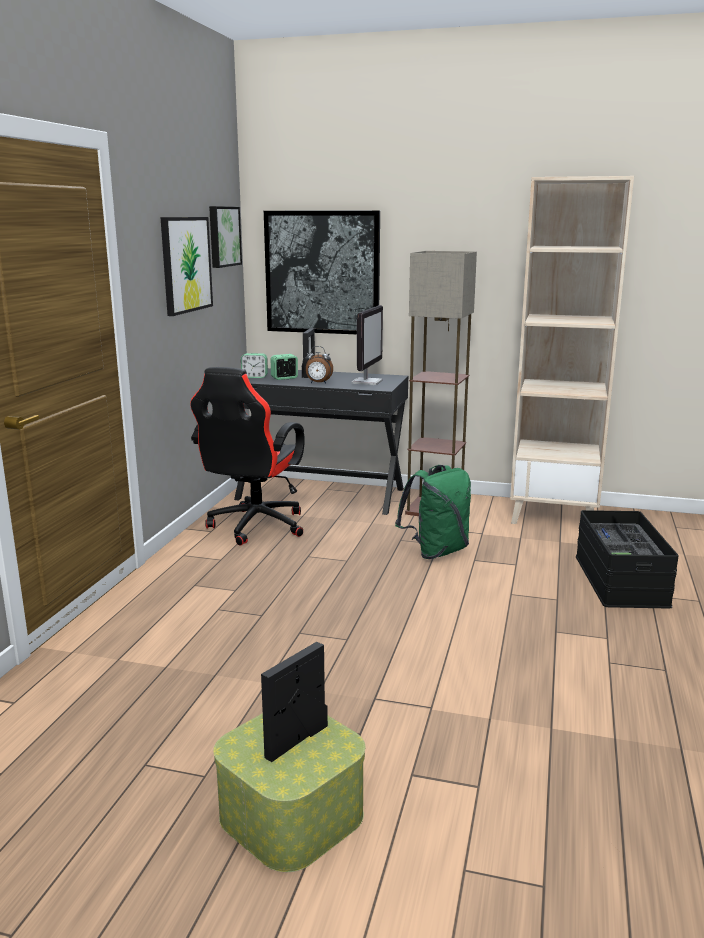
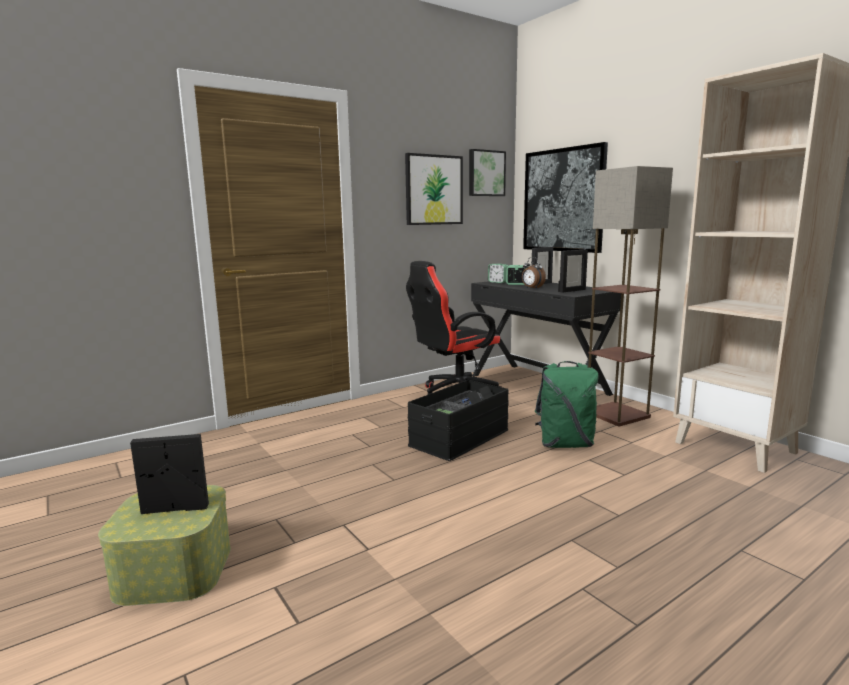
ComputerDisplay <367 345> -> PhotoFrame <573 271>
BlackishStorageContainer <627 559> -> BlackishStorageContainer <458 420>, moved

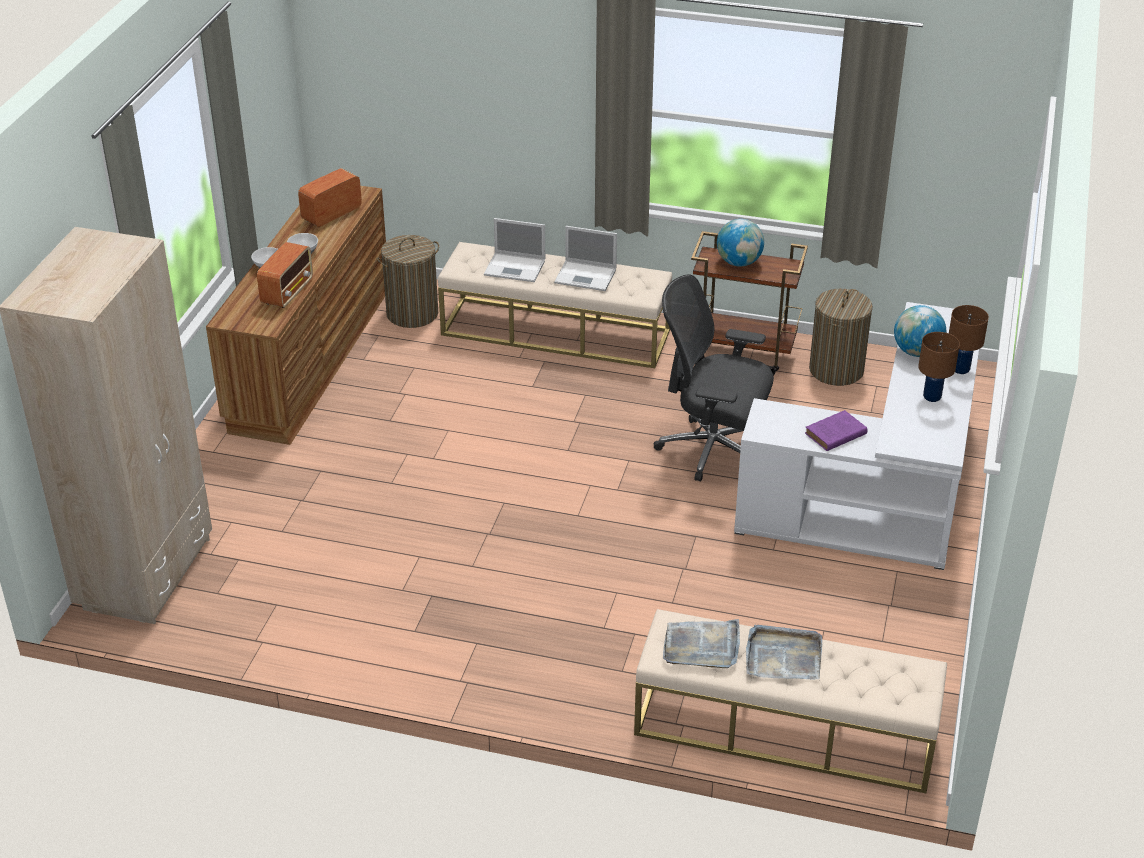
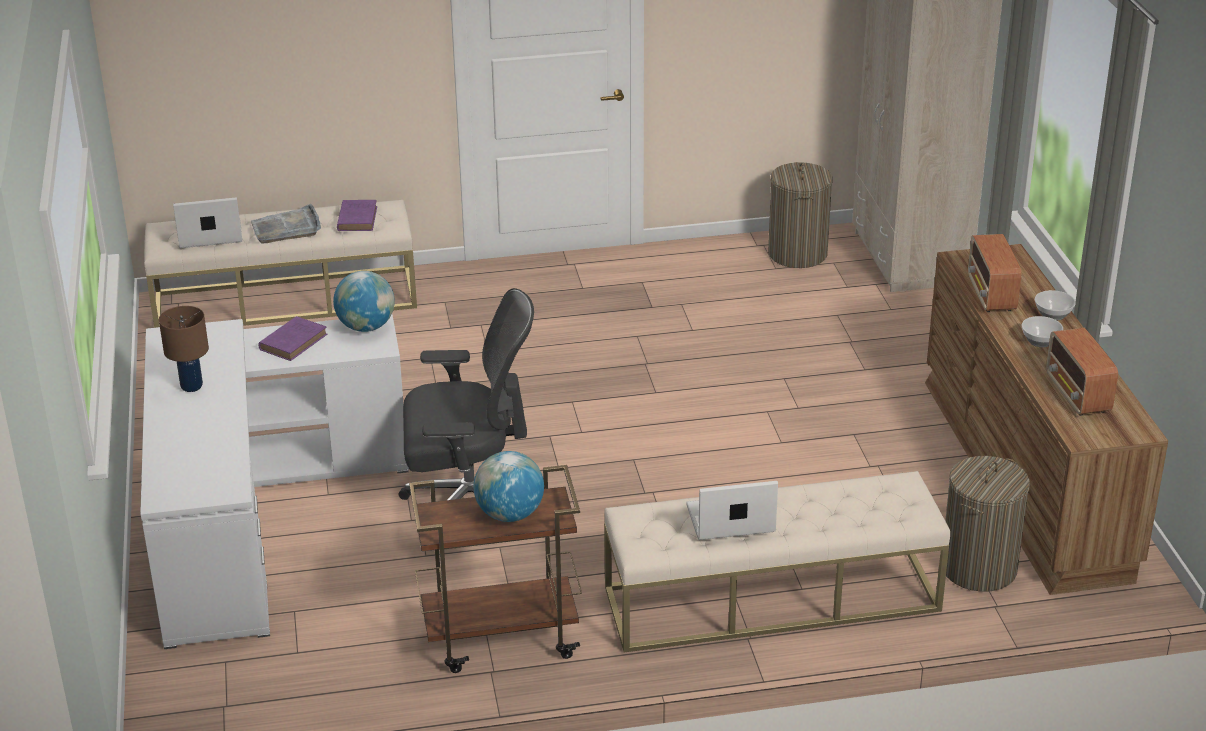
Radio <330 197> -> Radio <1082 372>, 150 degrees clockwise
Laptop <514 250> -> Laptop <207 222>, moved
GrayServingTray <701 643> -> PurplishBook <357 215>
Hamper <841 337> -> Hamper <800 215>, moved
DeskGlobe <920 331> -> DeskGlobe <364 301>, moved
BrownTableLamp <969 339> -> none

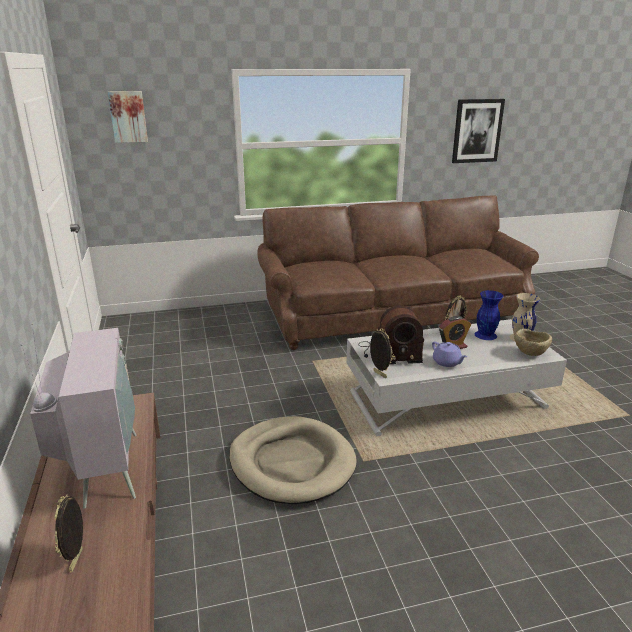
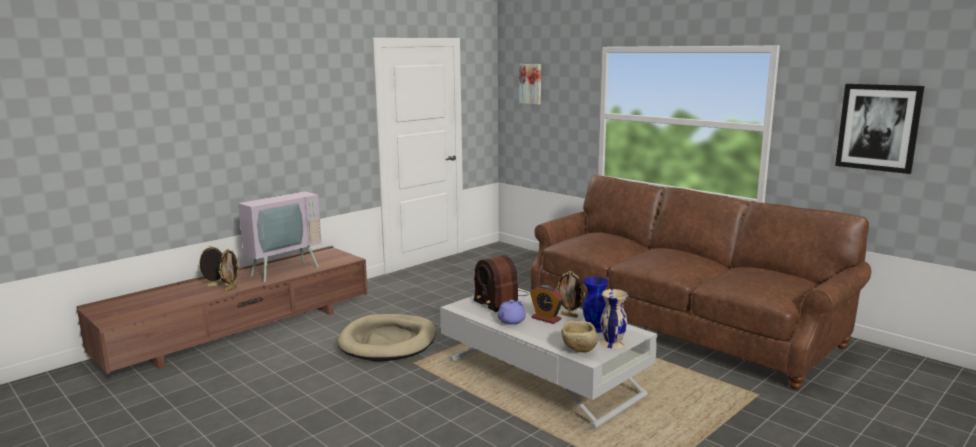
PhotoFrame <382 353> -> PhotoFrame <229 270>, moved

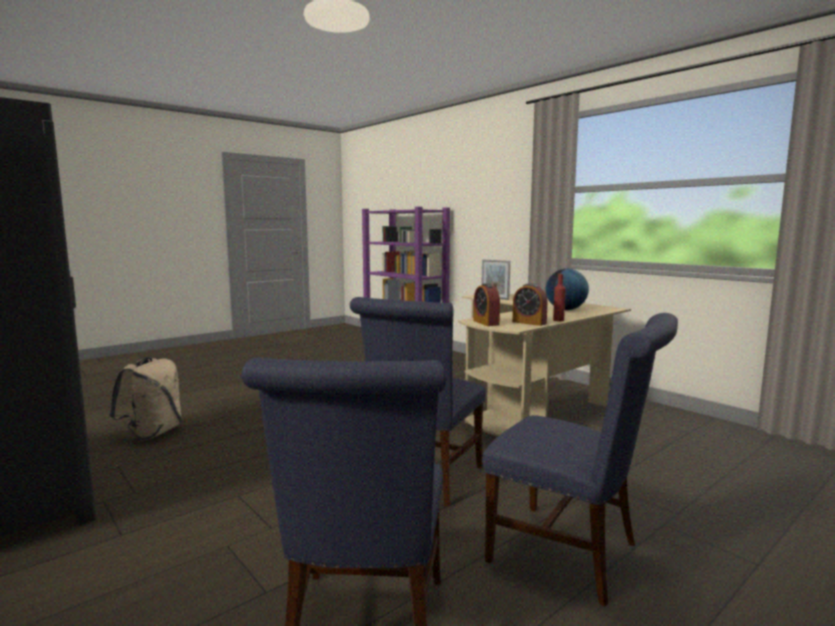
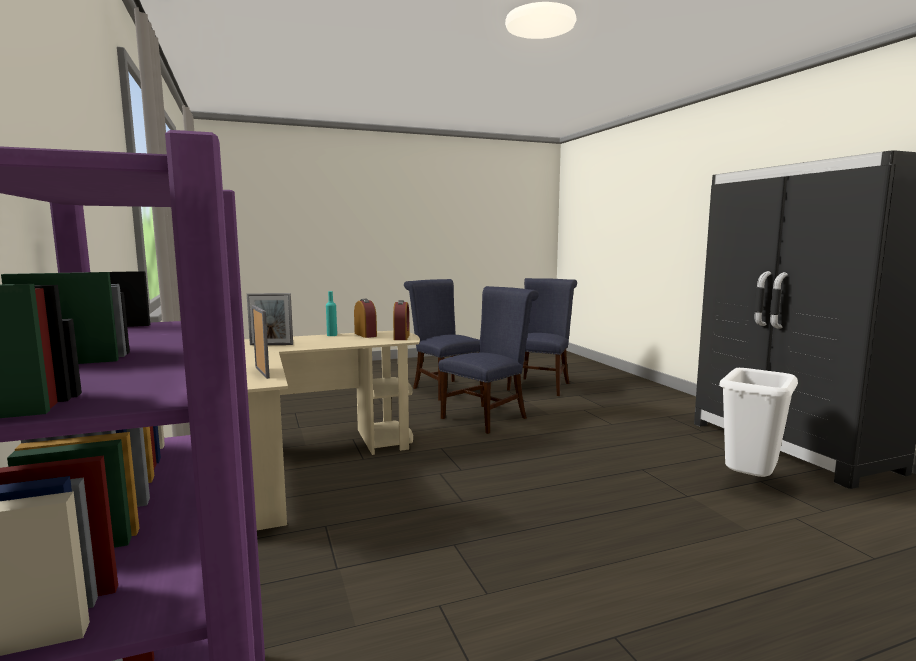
BeigeRucksack <145 398> -> WhiteWasteBin <758 422>
DeskGlobe <567 289> -> PhotoFrame <270 319>
ReddishBeverageBottle <559 297> -> TurquoiseColouredBeverageBottle <331 313>

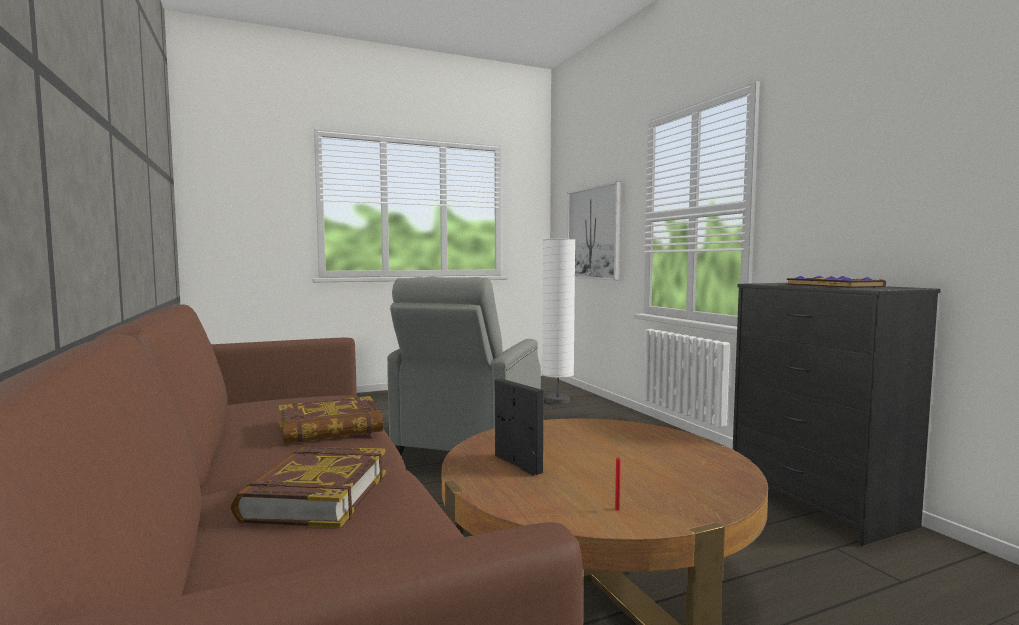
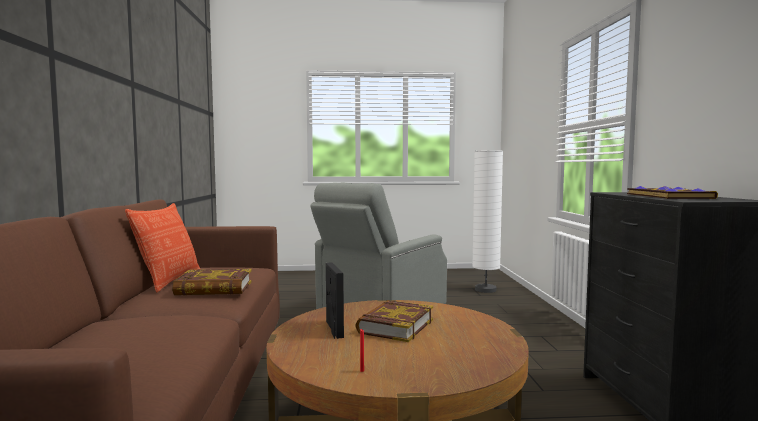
Book <308 487> -> Book <394 321>, moved
WallArt <594 230> -> none
none -> OrangePillow <162 248>

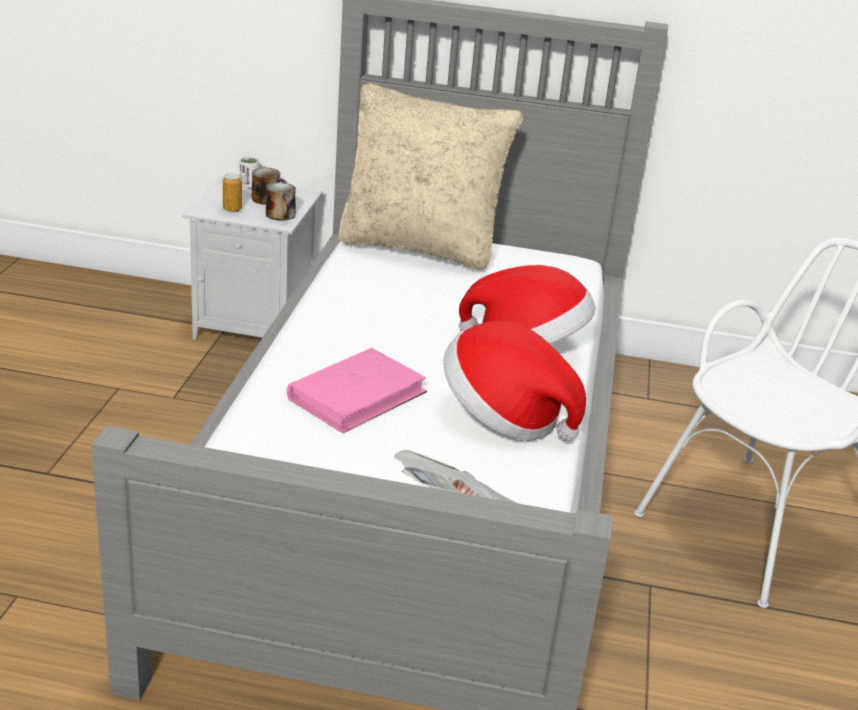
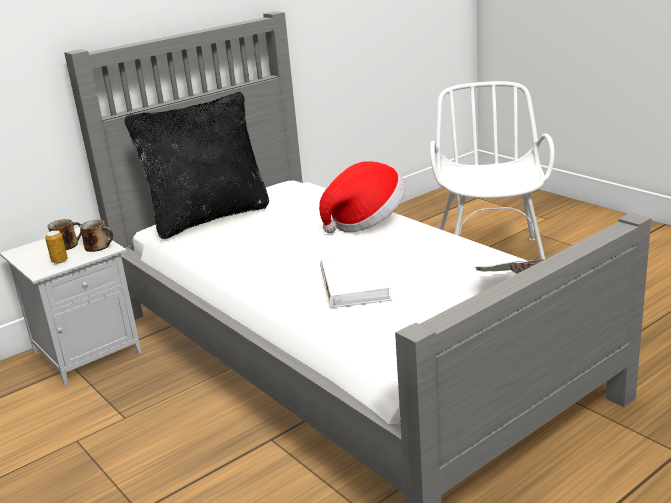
WhiteSmallCup <249 172> -> none
PinkishBook <357 390> -> WhiteBook <356 280>
BeigePillow <431 176> -> BlackishPillow <196 165>
WearableHat <514 380> -> none

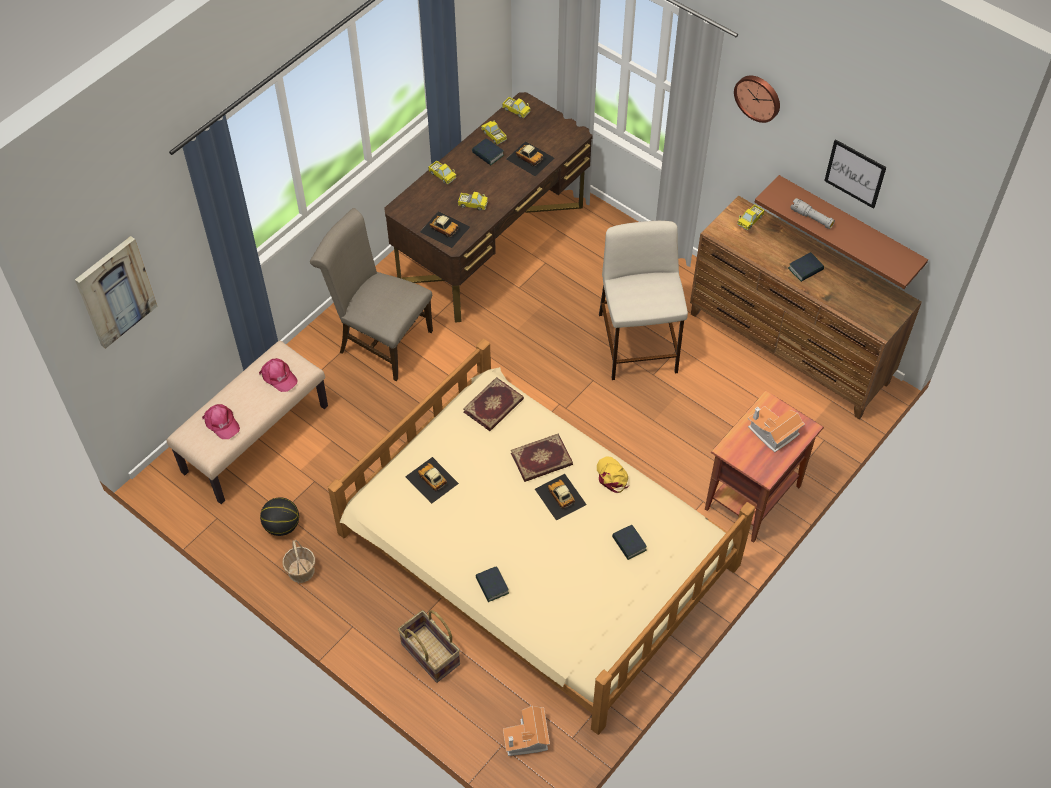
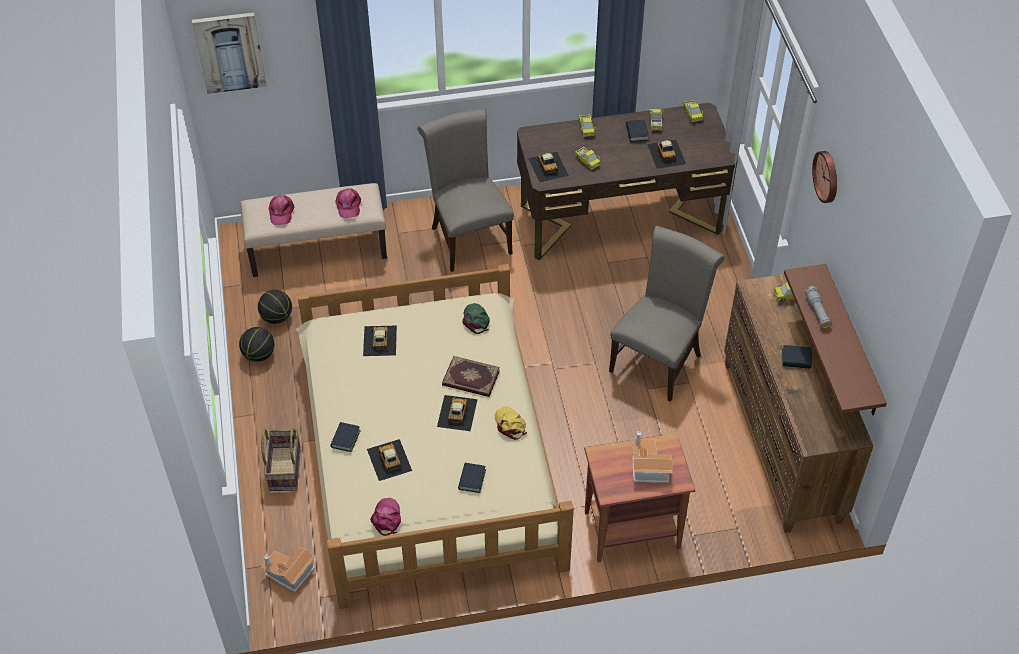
HouseholdBasket <298 561> -> Basketball <257 344>
Book <493 404> -> GreenColouredBaseballCap <476 318>
YellowBaseballCap <613 474> -> YellowBaseballCap <511 423>, 45 degrees counterclockwise
BeigeSittingStool <643 300> -> BeigeUprightChair <667 314>
WallArt <855 174> -> none
none -> MiniatureCar <389 460>
none -> PinkishBaseballCap <385 517>

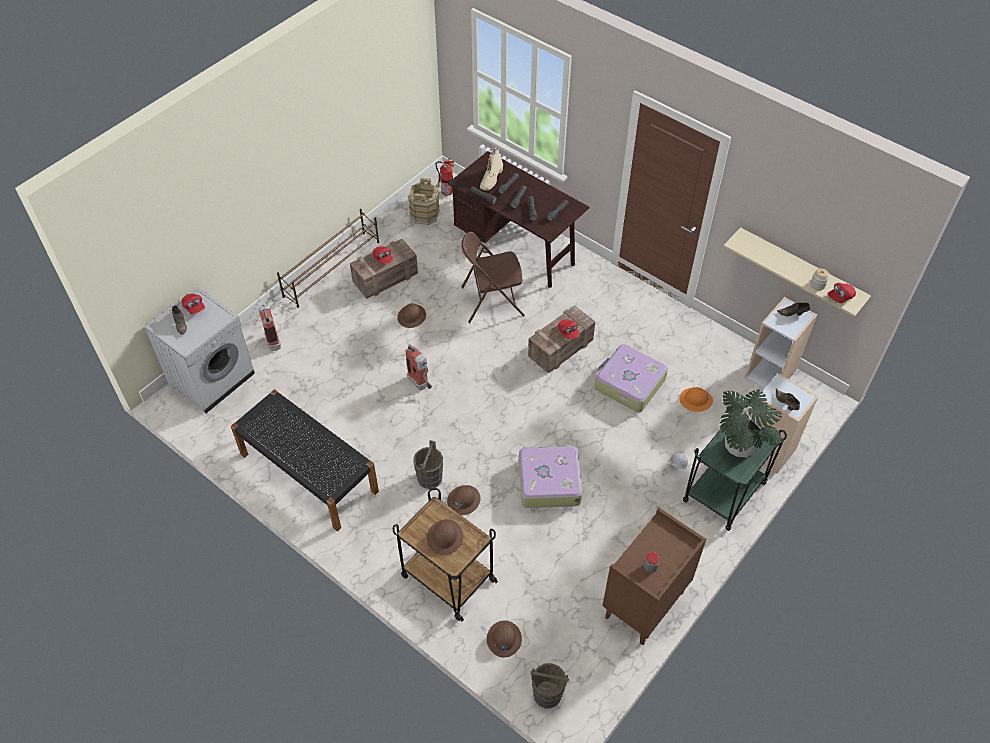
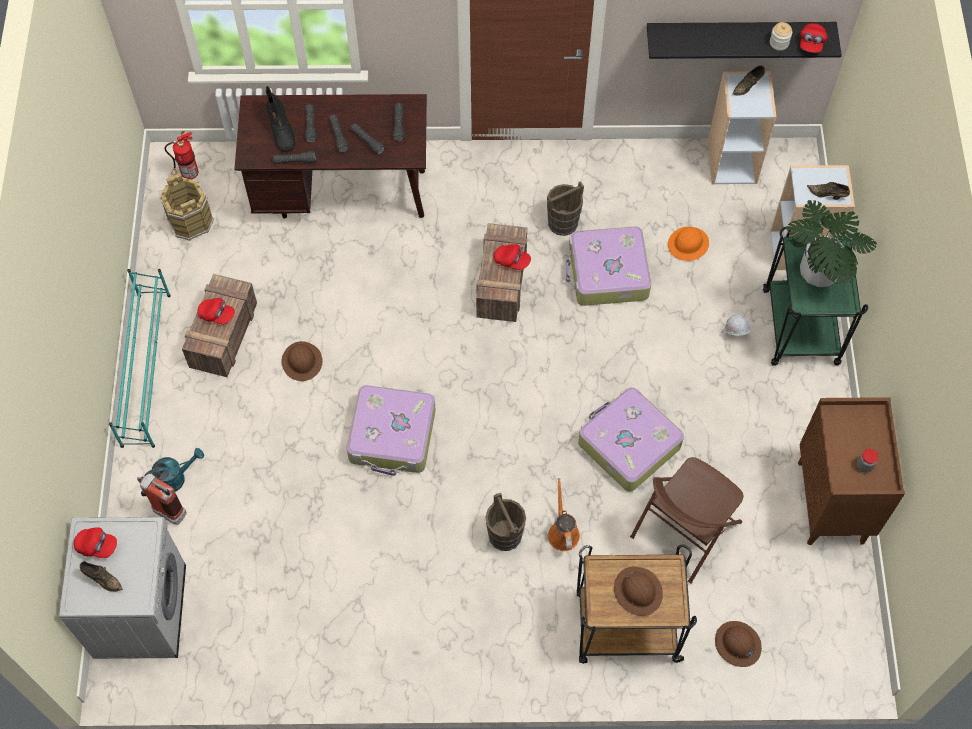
BlackishLongSeat <305 460> -> none
BrownShoeShelf <328 258> -> TurquoiseColouredShoeShelf <140 358>
FireExtinguisher <419 367> -> Suitcase <391 430>
BrownHardHat <464 500> -> OrangeSprinklingCan <564 514>
BrownUprightChair <493 278> -> BrownUprightChair <686 520>, moved
BeigeBoot <491 169> -> BlackishBoot <281 119>
BrownWaterBucket <549 685> -> BrownWaterBucket <565 208>, moved
BeigeWallShelf <797 272> -> BlackishWallShelf <744 40>
none -> TurquoiseColouredSprinklingCan <174 470>

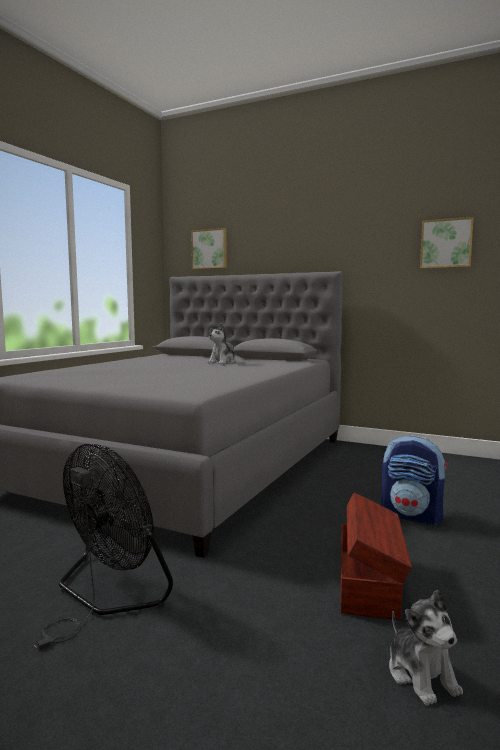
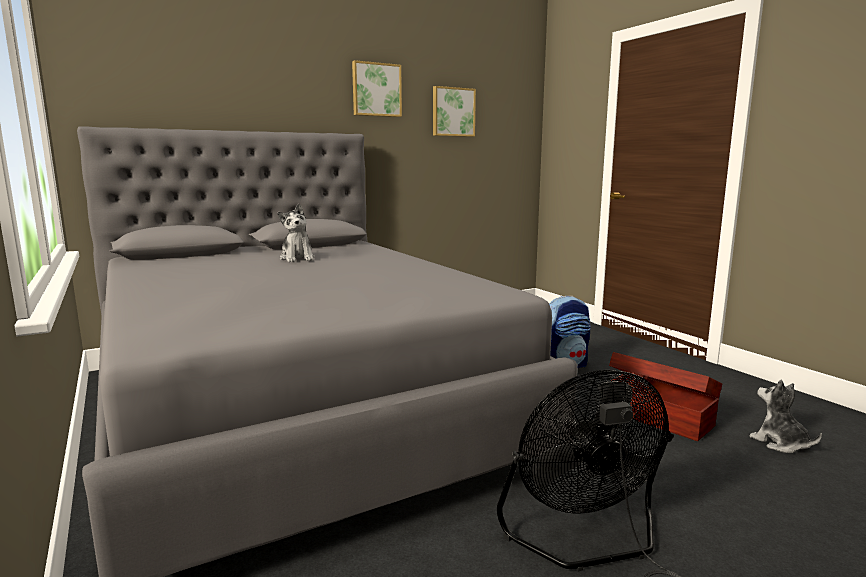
WallArt <209 248> -> WallArt <377 88>, moved
SoftToy <426 648> -> SoftToy <785 416>, 135 degrees counterclockwise

